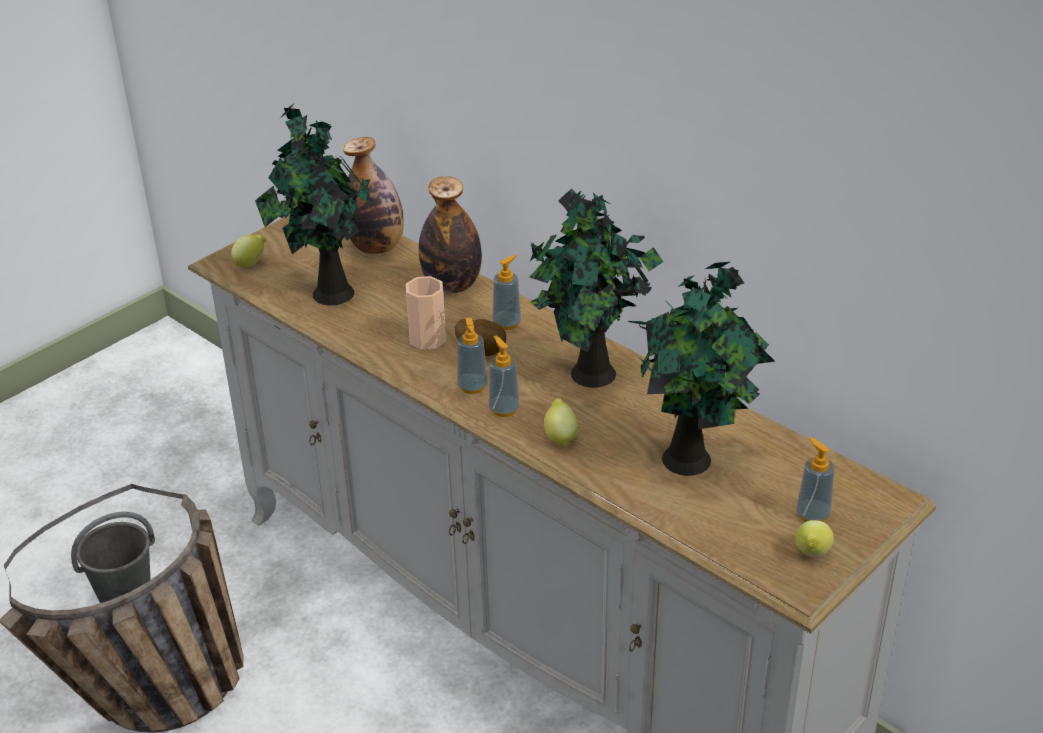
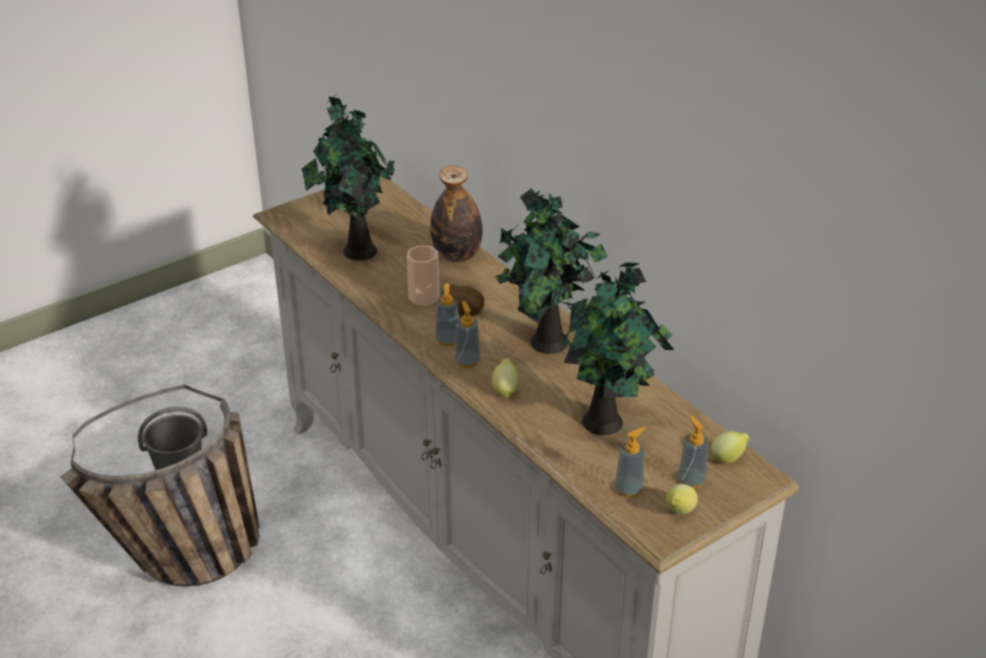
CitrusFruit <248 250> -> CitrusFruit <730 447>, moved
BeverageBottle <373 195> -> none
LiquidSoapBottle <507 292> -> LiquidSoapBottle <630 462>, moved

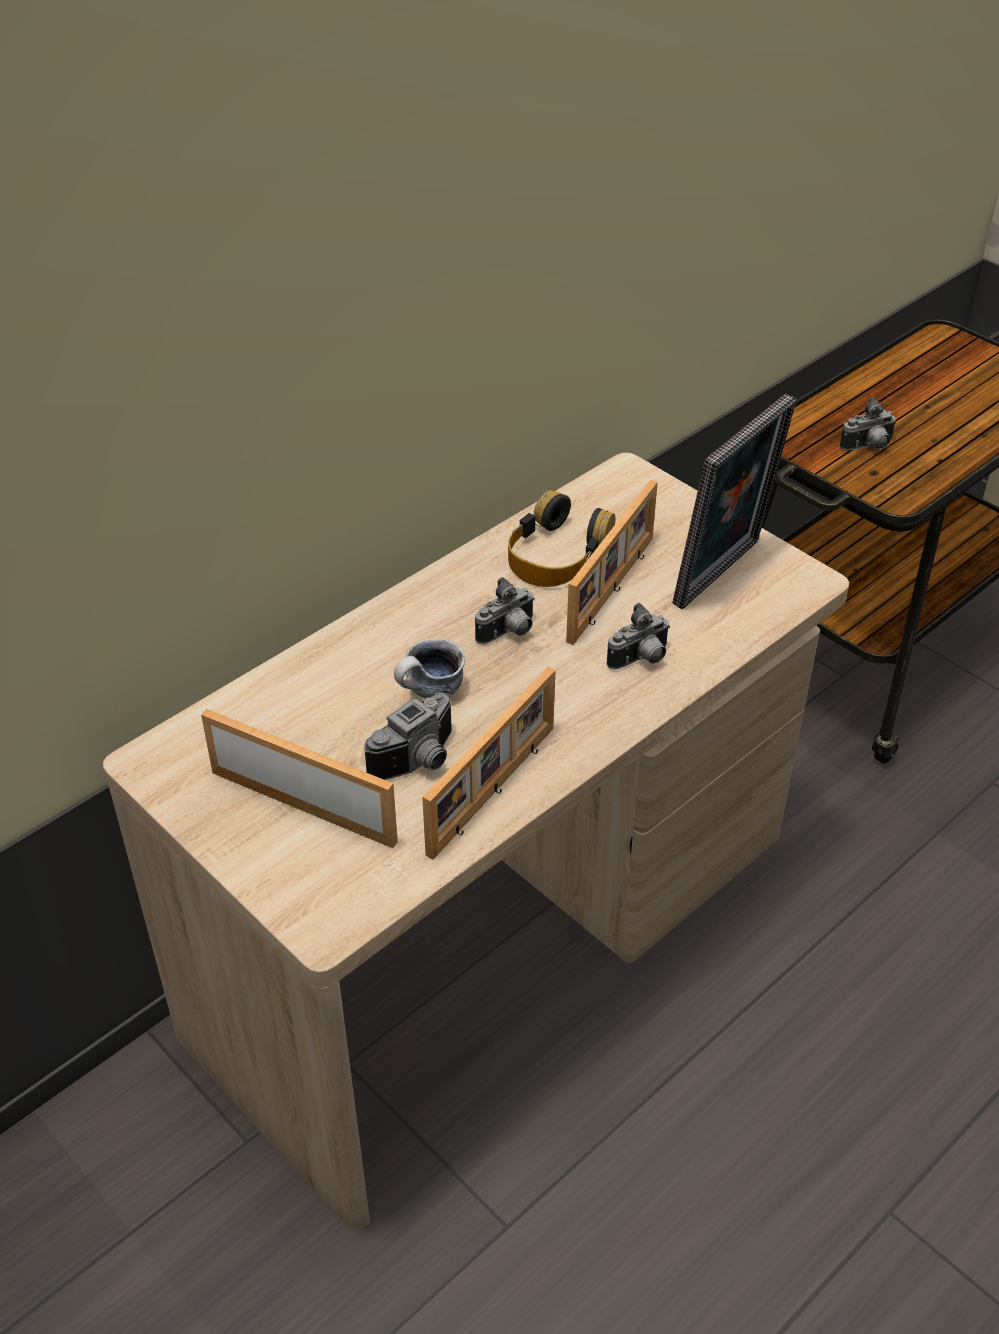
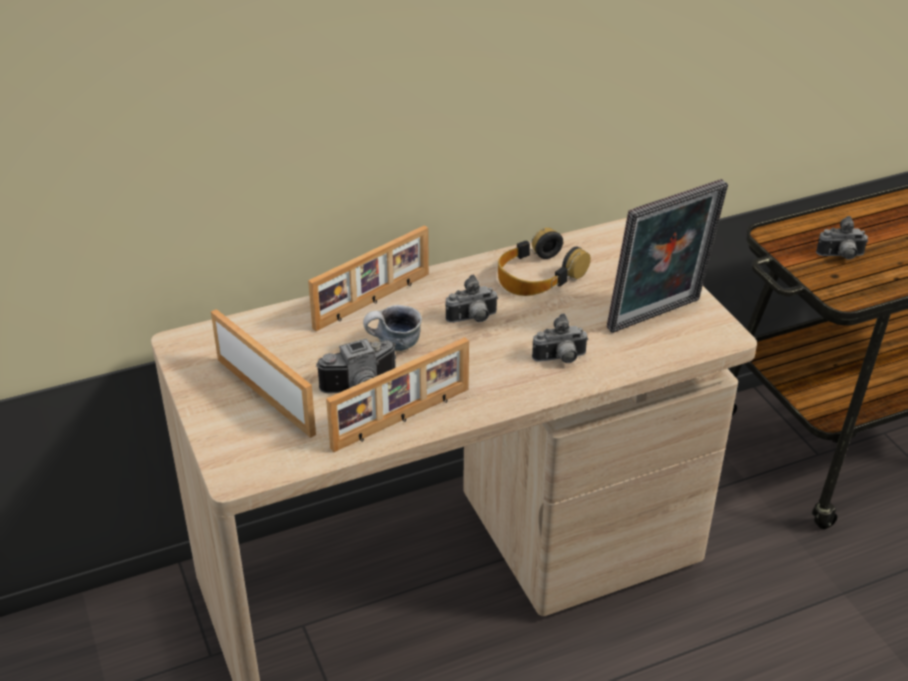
PhotoFrame <612 562> -> PhotoFrame <368 278>, moved

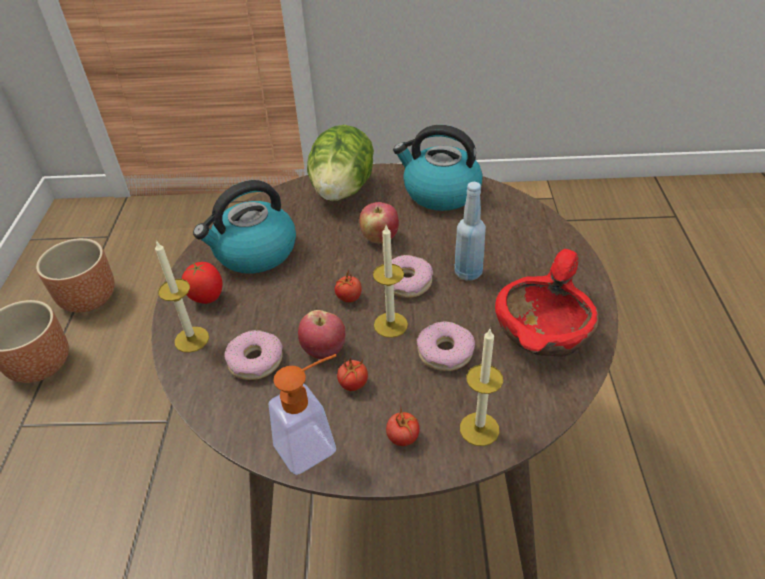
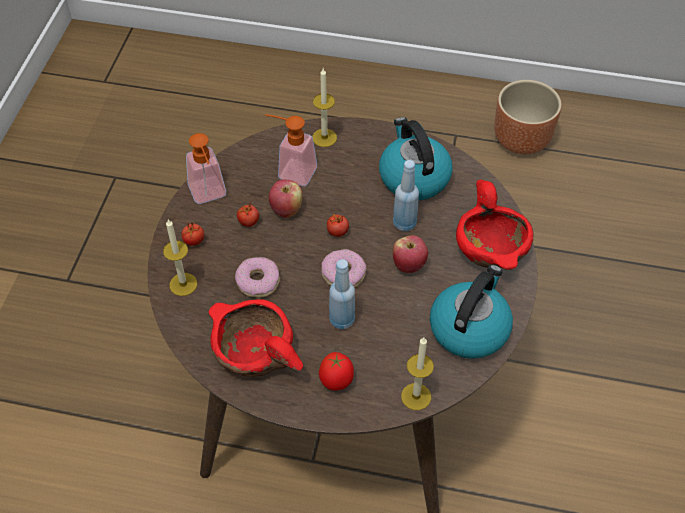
BrownFlowerPot <75 275> -> none
Tomato <202 283> -> Tomato <336 371>, moved
Doughnut <253 355> -> LiquidSoapBottle <291 150>
Lettuce <340 163> -> ReddishServingBowl <494 225>
Candle <390 281> -> Candle <417 373>, moved
none -> BluishBeverageBottle <406 195>

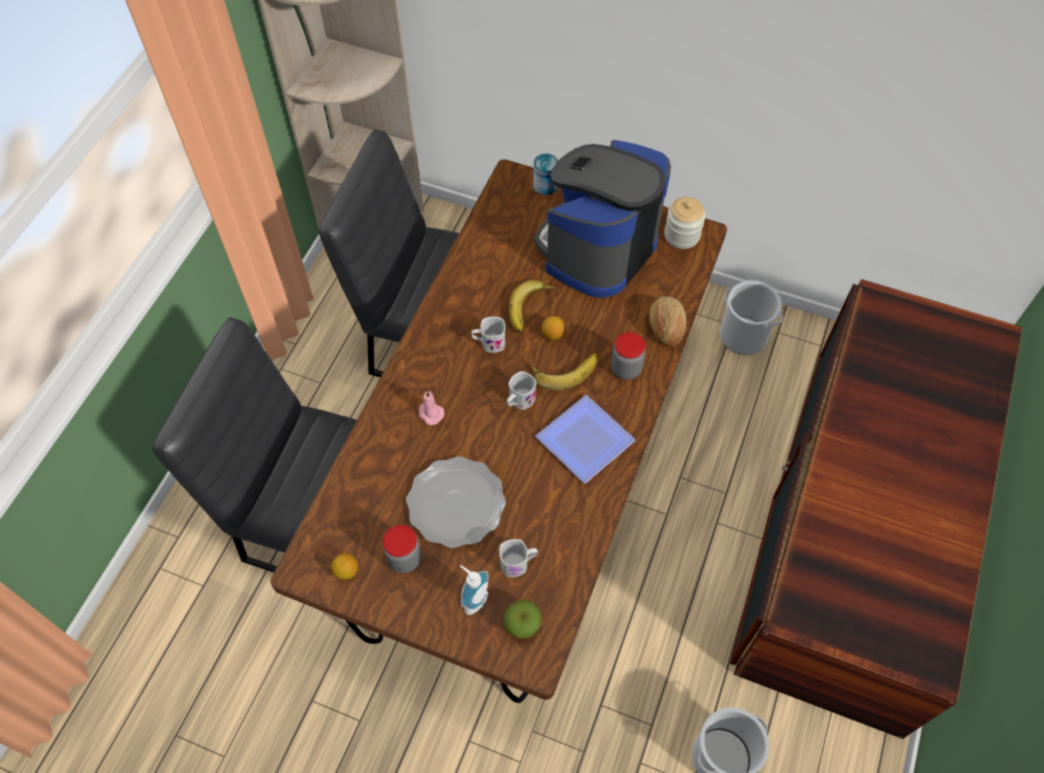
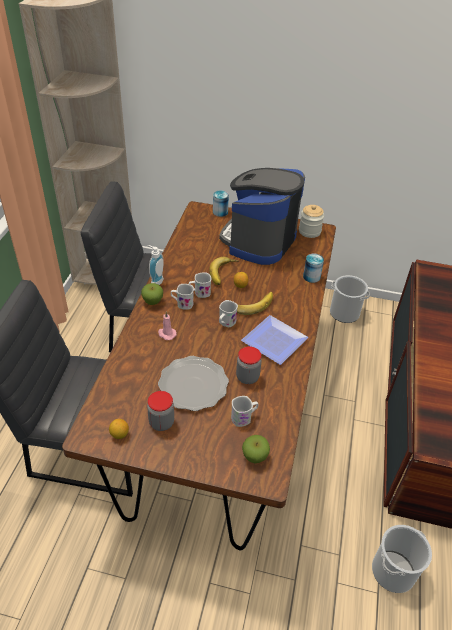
LiquidSoapBottle <474 590> -> LiquidSoapBottle <155 265>, moved
Jar <628 356> -> Jar <249 365>, moved
Bread <667 321> -> Can <313 268>
none -> WholeApple <152 294>
none -> WhiteTeaMug <182 297>

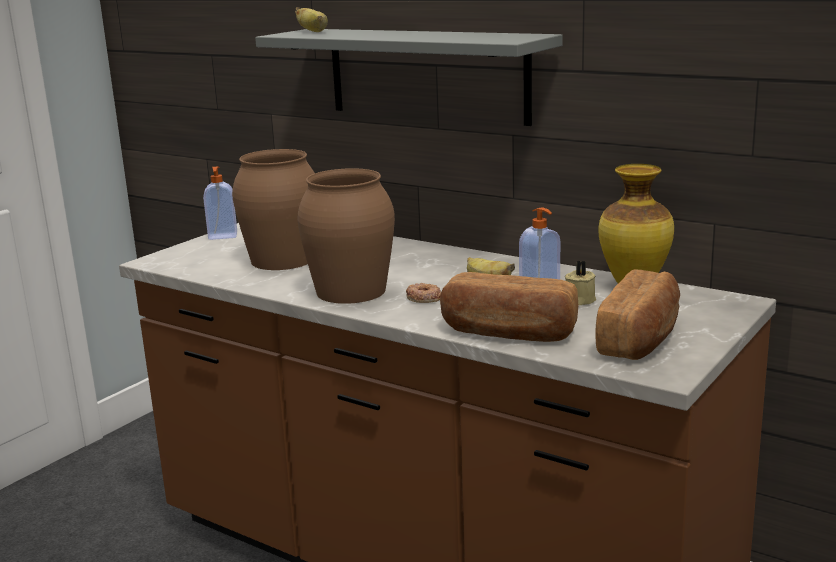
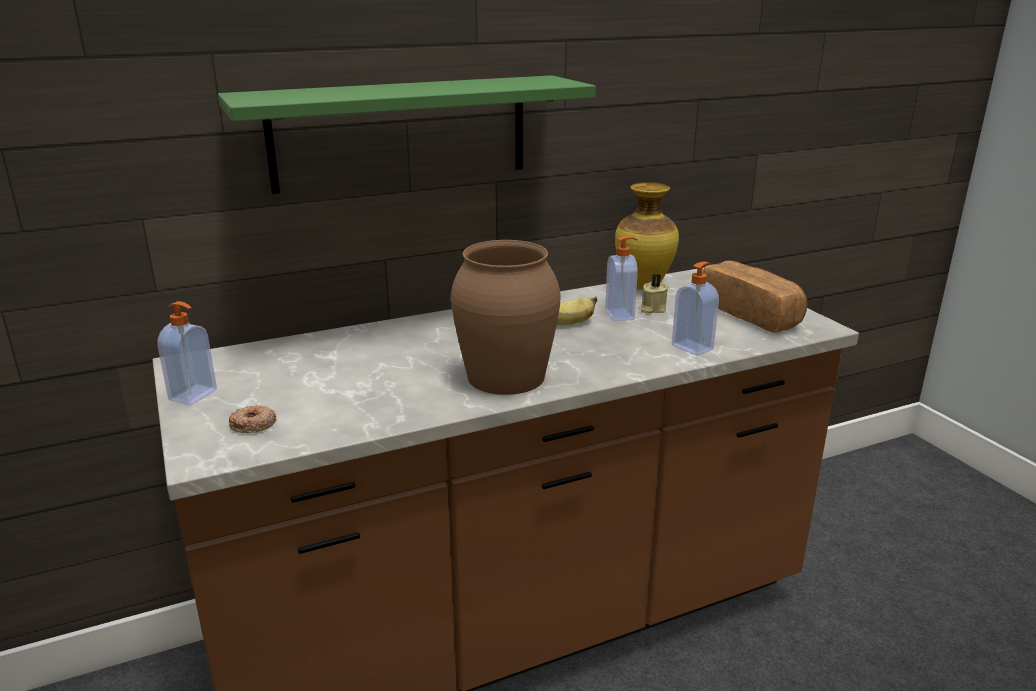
BrownVase <273 209> -> none
GrayWallShelf <409 77> -> GreenColouredWallShelf <407 134>
Banana <311 19> -> none
Doughnut <423 293> -> Doughnut <252 419>, moved
Bread <509 307> -> LiquidSoapBottle <695 308>

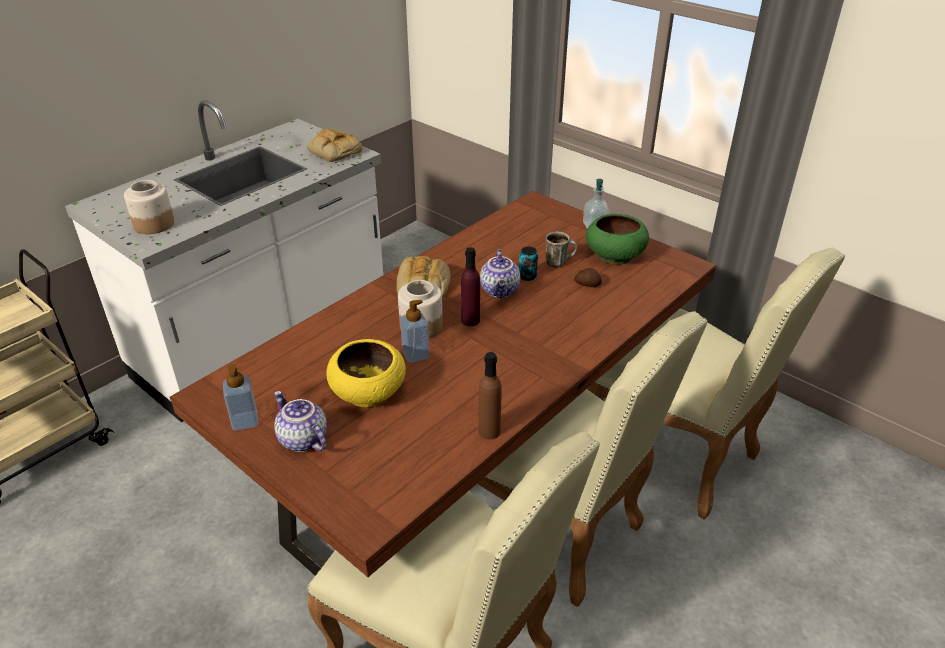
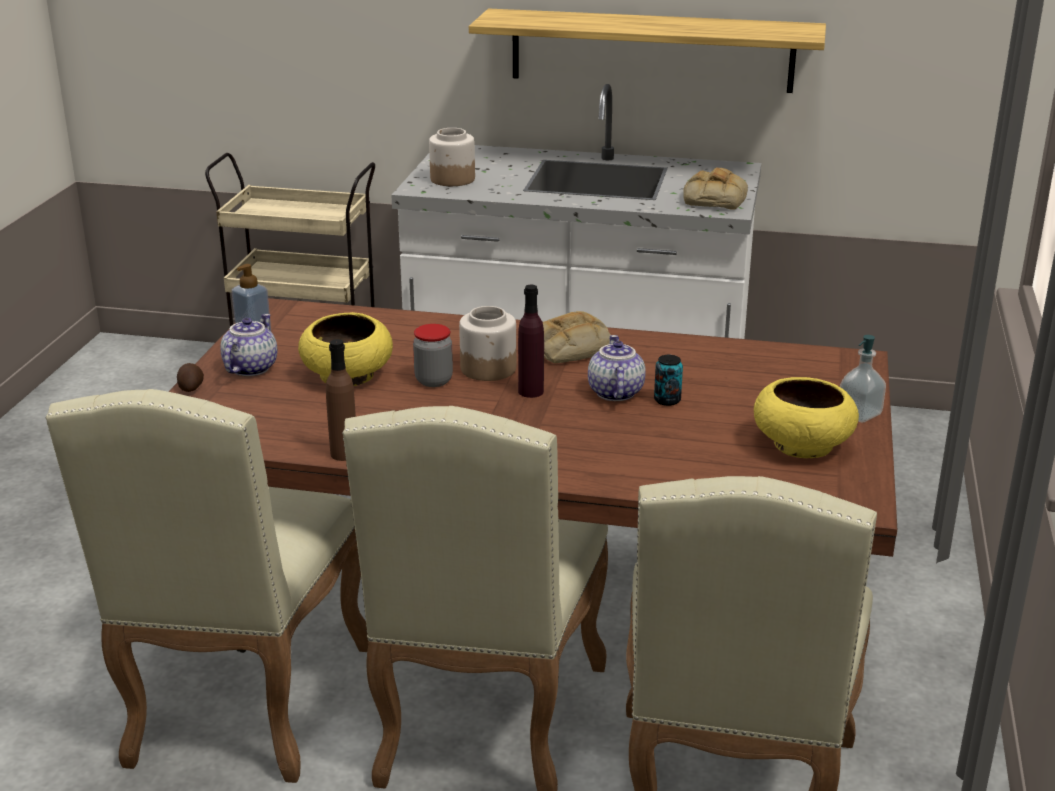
LiquidSoapBottle <414 331> -> Jar <433 355>
Teapot <500 273> -> Teapot <617 368>, 120 degrees clockwise
TeaMug <561 250> -> none
Spud <588 277> -> Spud <190 377>, moved
GreenColouredServingBowl <617 239> -> YellowServingBowl <806 417>
none -> WallShelf <647 51>

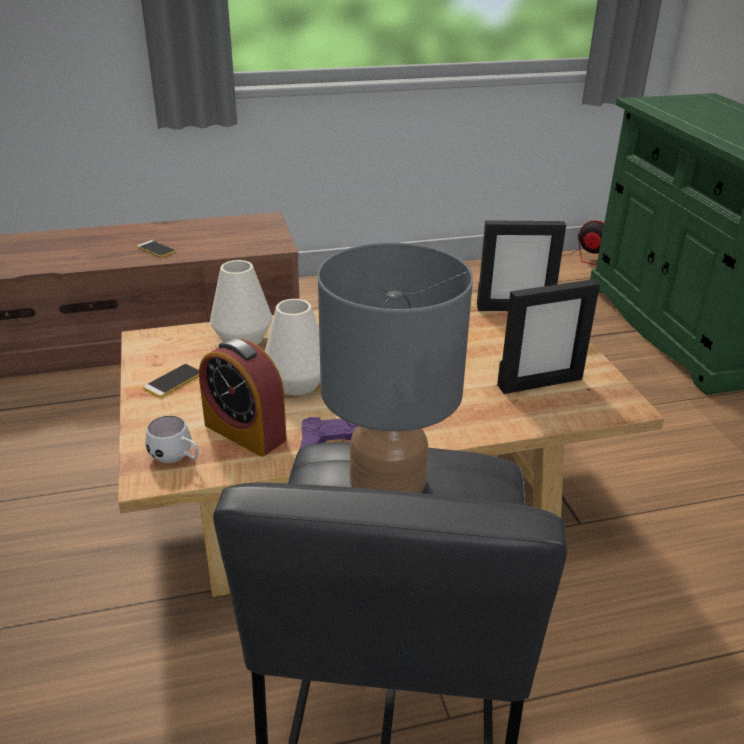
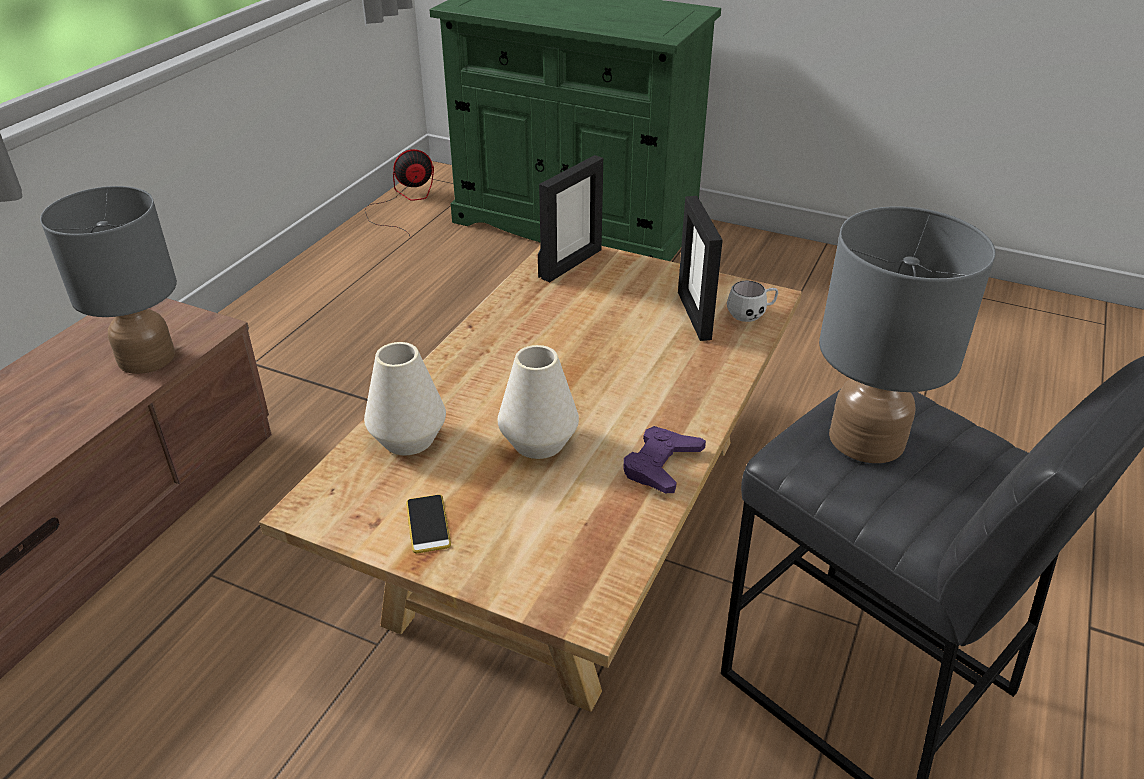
Phone <156 249> -> none
WhiteTeaMug <172 439> -> WhiteTeaMug <752 301>, moved
AlarmClock <243 397> -> none
PhotoFrame <548 336> -> PhotoFrame <700 268>, 150 degrees clockwise
none -> GrayTableLamp <108 280>

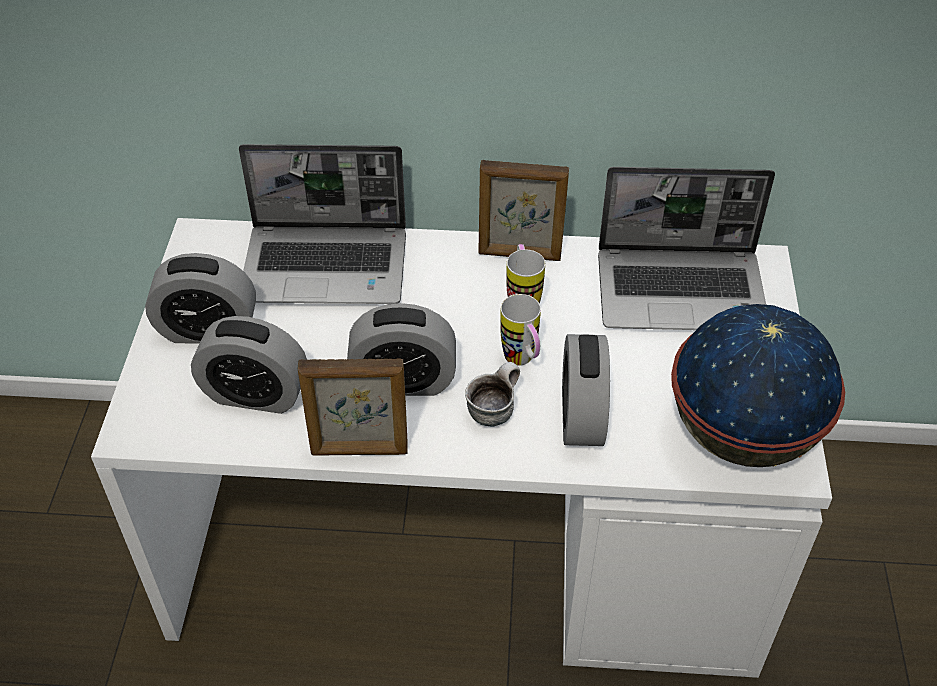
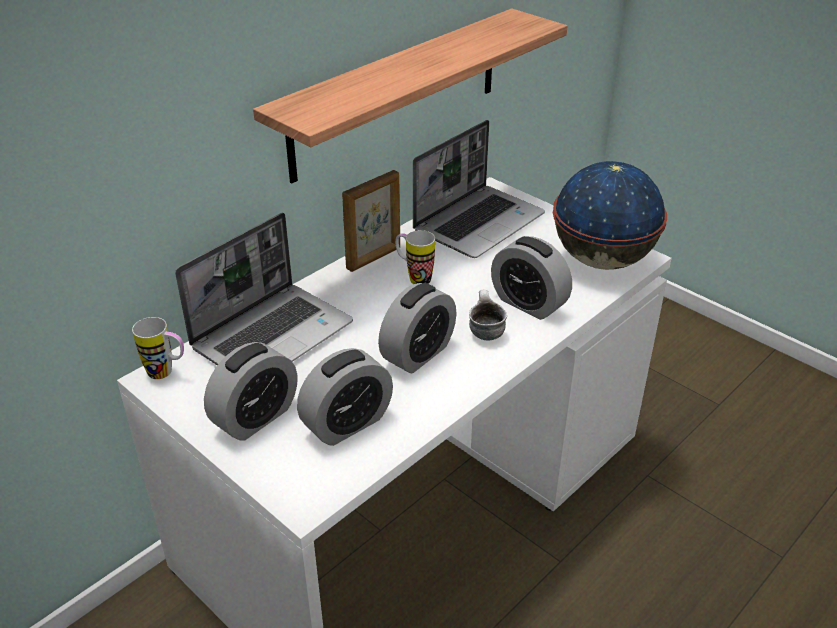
PhotoFrame <353 406> -> none
TeaMug <520 330> -> TeaMug <158 348>, moved
none -> WallShelf <410 95>

